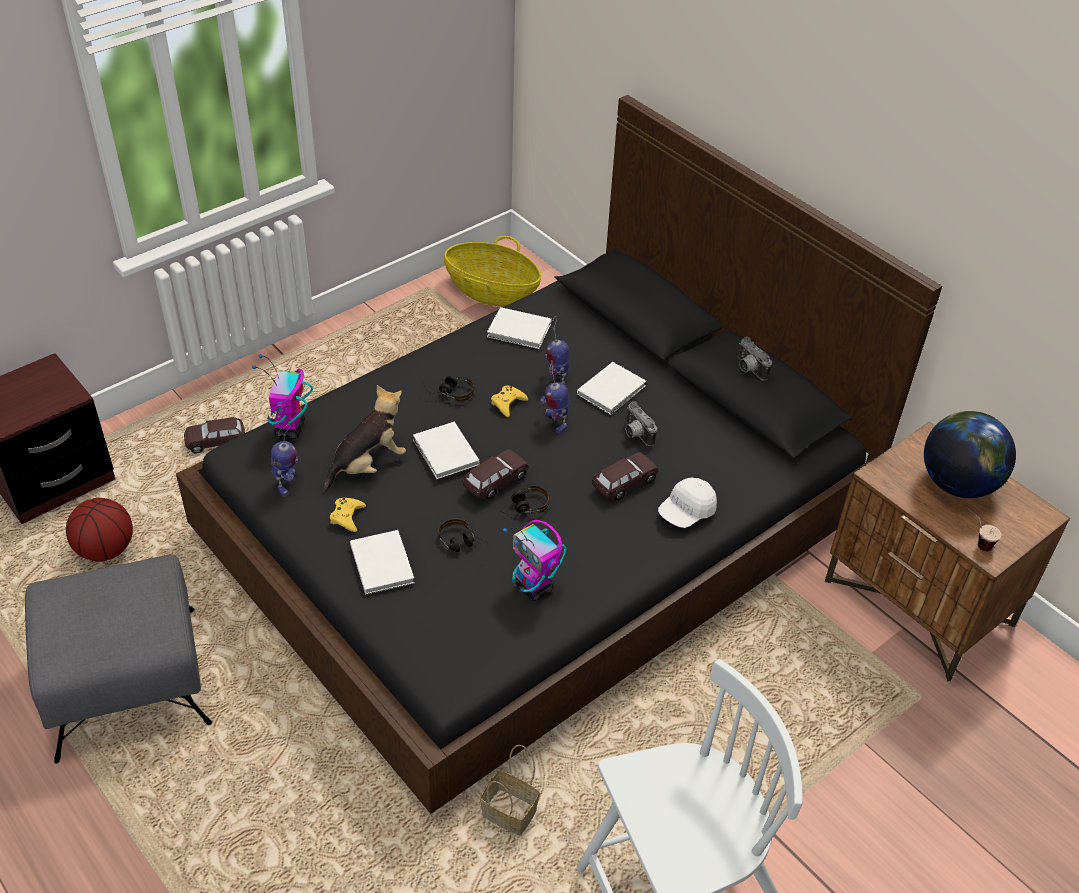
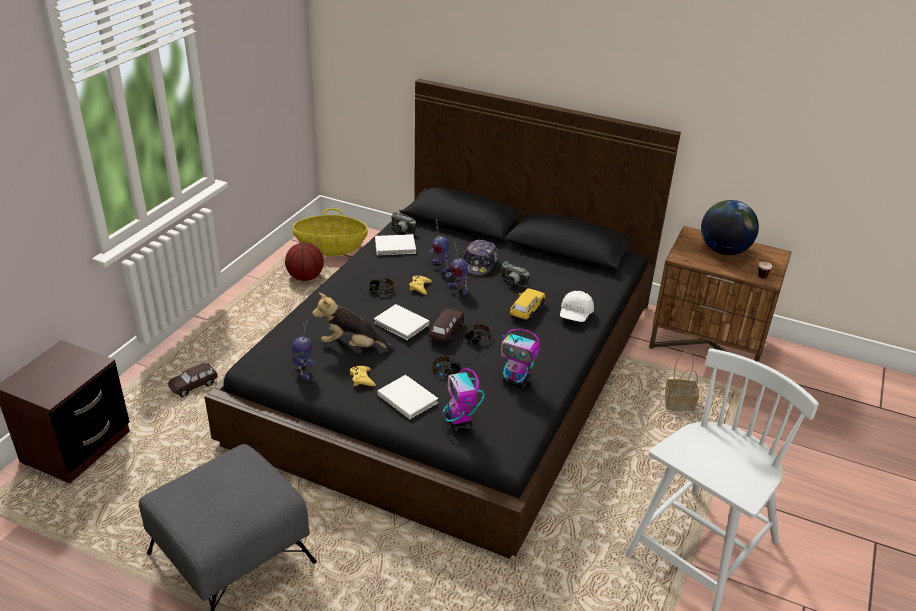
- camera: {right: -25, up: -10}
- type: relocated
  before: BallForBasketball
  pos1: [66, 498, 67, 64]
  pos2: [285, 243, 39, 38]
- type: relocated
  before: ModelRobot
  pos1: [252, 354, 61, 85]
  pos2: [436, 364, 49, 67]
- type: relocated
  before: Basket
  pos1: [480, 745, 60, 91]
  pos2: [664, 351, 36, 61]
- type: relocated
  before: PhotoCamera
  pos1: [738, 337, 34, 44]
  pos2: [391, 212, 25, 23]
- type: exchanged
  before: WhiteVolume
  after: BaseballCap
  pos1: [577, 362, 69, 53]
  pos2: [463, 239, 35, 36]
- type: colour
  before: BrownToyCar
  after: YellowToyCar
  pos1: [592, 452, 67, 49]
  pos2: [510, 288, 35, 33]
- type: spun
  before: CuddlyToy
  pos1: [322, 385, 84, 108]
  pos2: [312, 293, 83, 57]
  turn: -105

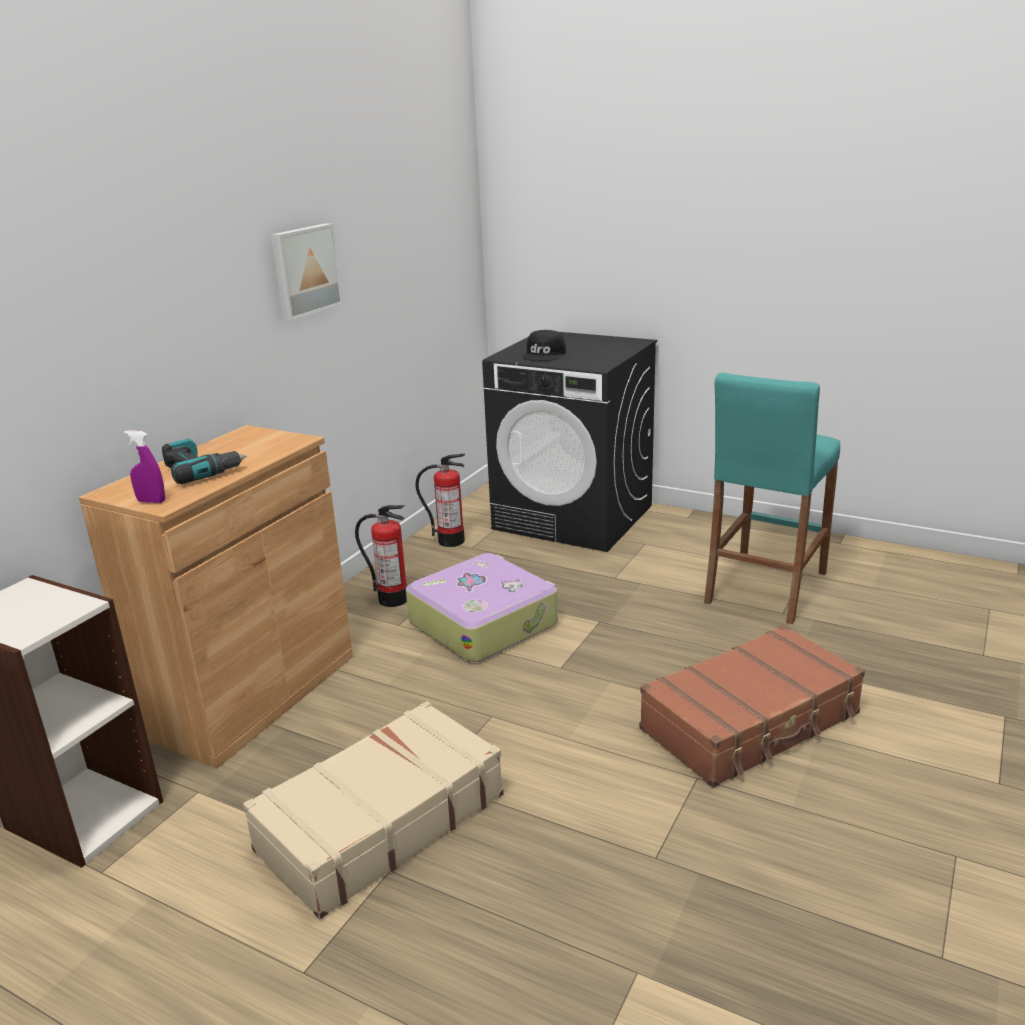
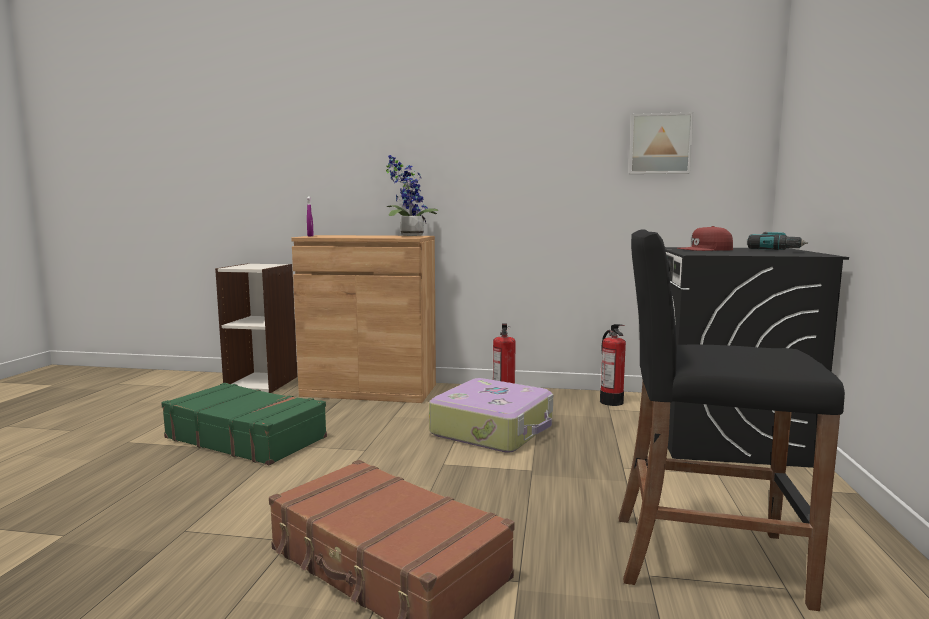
- camera: {right: 70, up: -15}
- type: appeared
  after: Houseplant
  pos2: [386, 155, 52, 81]
- type: relocated
  before: PowerDrill
  pos1: [162, 439, 85, 45]
  pos2: [747, 232, 61, 18]
- type: relocated
  before: WallArt
  pos1: [271, 223, 72, 98]
  pos2: [629, 112, 65, 62]
- type: colour
  before: BeigePieceOfLuggage
  after: GreenColouredPieceOfLuggage
  pos1: [243, 701, 261, 218]
  pos2: [161, 383, 166, 82]
- type: colour
  before: BlackBaseballCap
  after: RedBaseballCap
  pos1: [522, 330, 44, 31]
  pos2: [678, 226, 55, 25]
- type: colour
  before: BlueGreenStoolSeat
  after: BlackStoolSeat
  pos1: [704, 373, 136, 251]
  pos2: [619, 229, 226, 382]

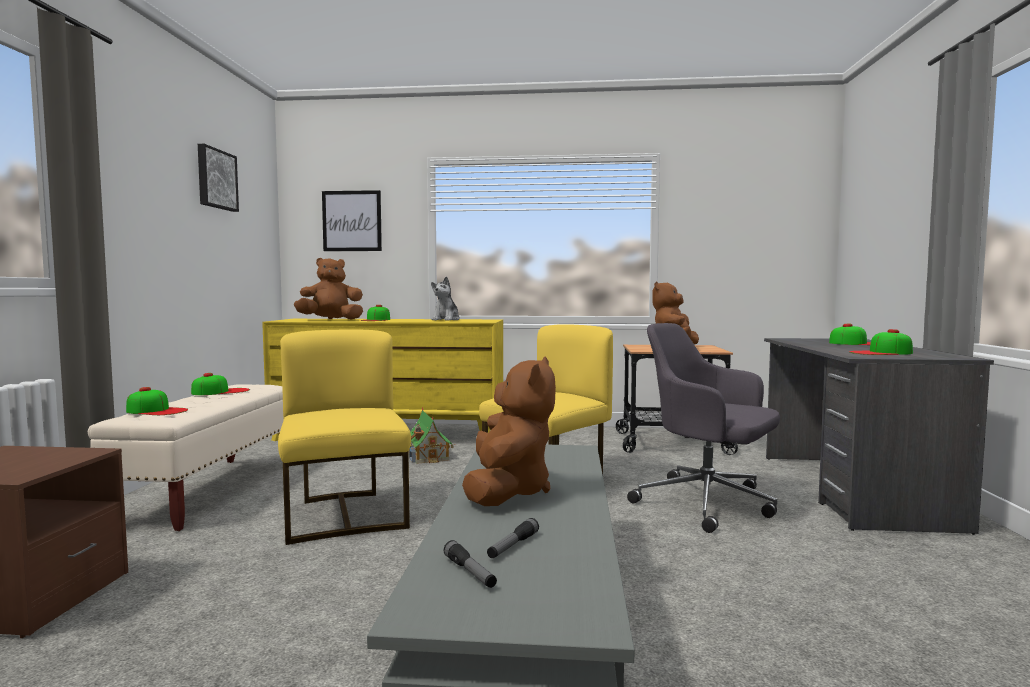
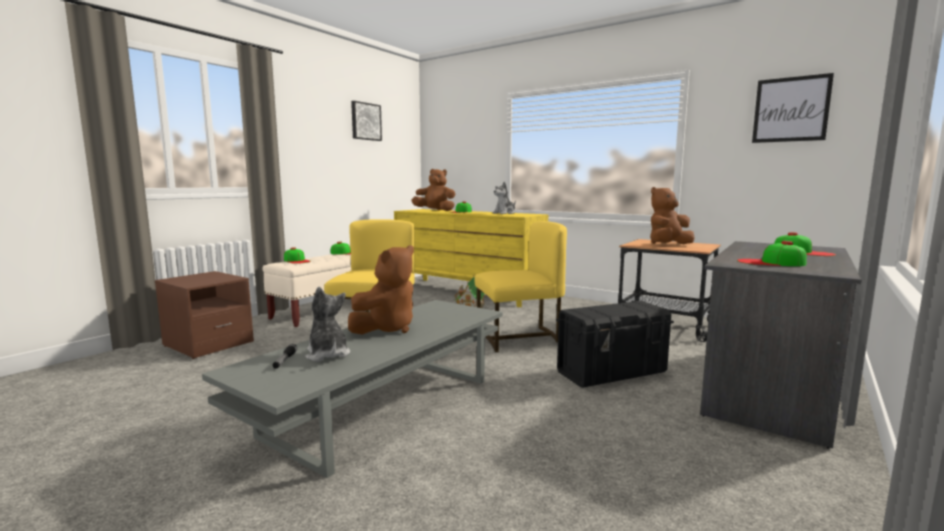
- camera: {right: 30, up: 5}
- type: relocated
  before: WallArt
  pos1: [322, 190, 60, 61]
  pos2: [752, 73, 82, 70]
- type: exchanged
  before: Flashlight
  after: CuddlyToy
  pos1: [487, 518, 52, 40]
  pos2: [305, 287, 45, 75]
- type: exchanged
  before: GreyishOfficeChair
  after: BlackStorageBox
  pos1: [627, 323, 153, 210]
  pos2: [556, 301, 118, 87]

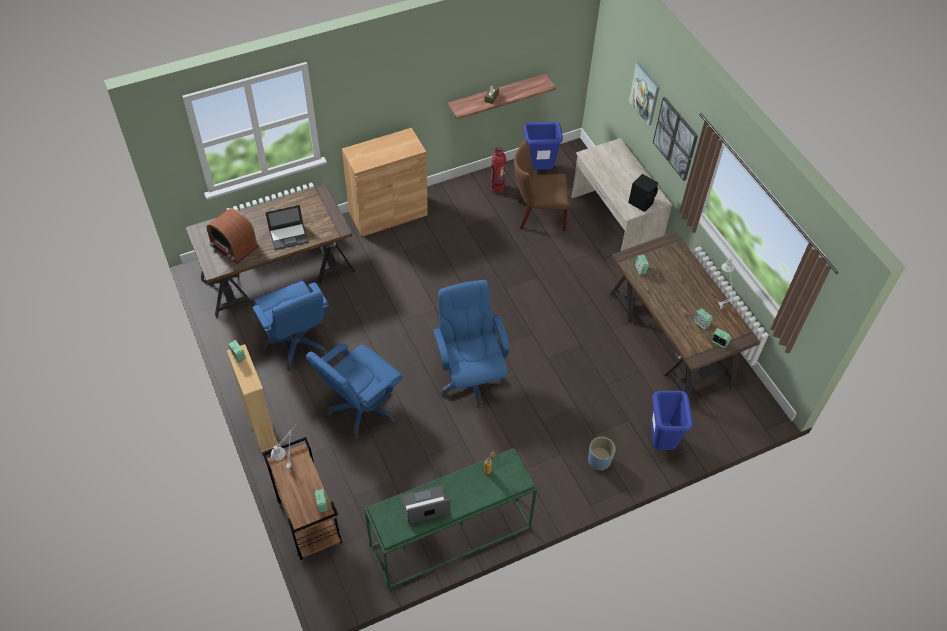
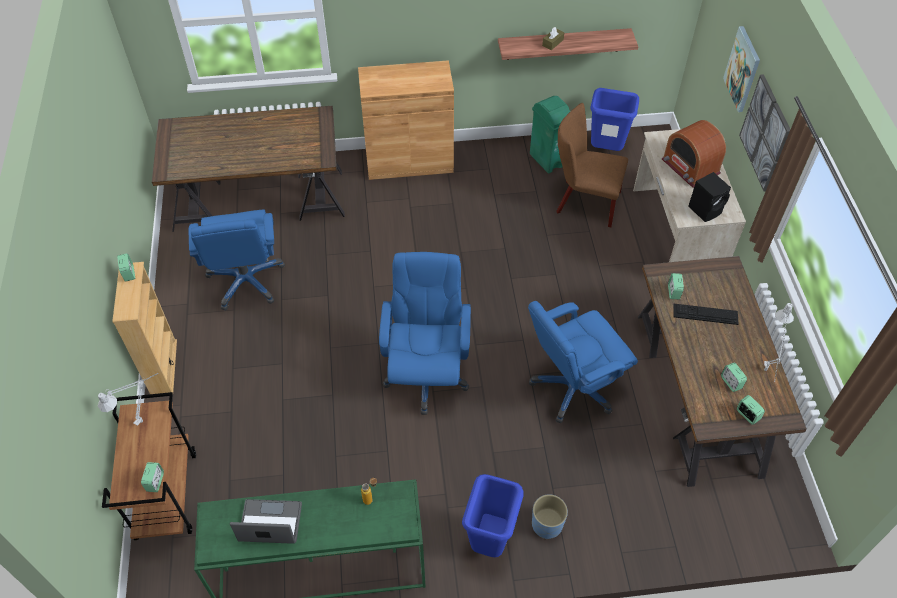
- camera: {right: 20, up: 0}
- type: missing
  before: Laptop
  pos1: [265, 205, 43, 45]
- type: appeared
  after: ComputerKeyboard
  pos2: [673, 304, 66, 21]
- type: relocated
  before: RadioReceiver
  pos1: [207, 208, 52, 56]
  pos2: [662, 120, 64, 68]
- type: relocated
  before: BlueOfficeChair
  pos1: [306, 344, 97, 95]
  pos2: [528, 301, 110, 122]
- type: relocated
  before: BlueWasteBin
  pos1: [651, 391, 42, 59]
  pos2: [462, 474, 62, 83]
- type: exchanged
  before: FireExtinguisher
  after: GreenColouredWasteBin
  pos1: [490, 147, 16, 46]
  pos2: [530, 96, 40, 78]

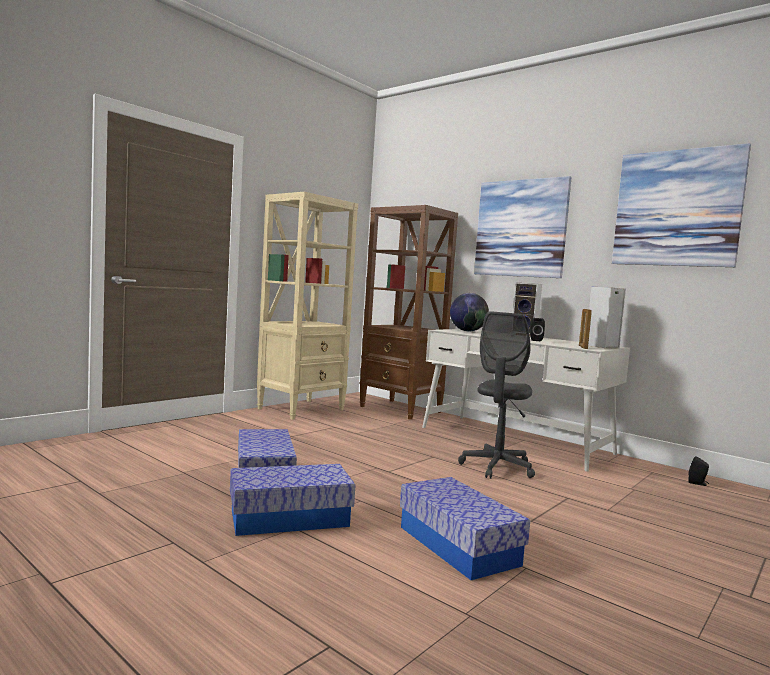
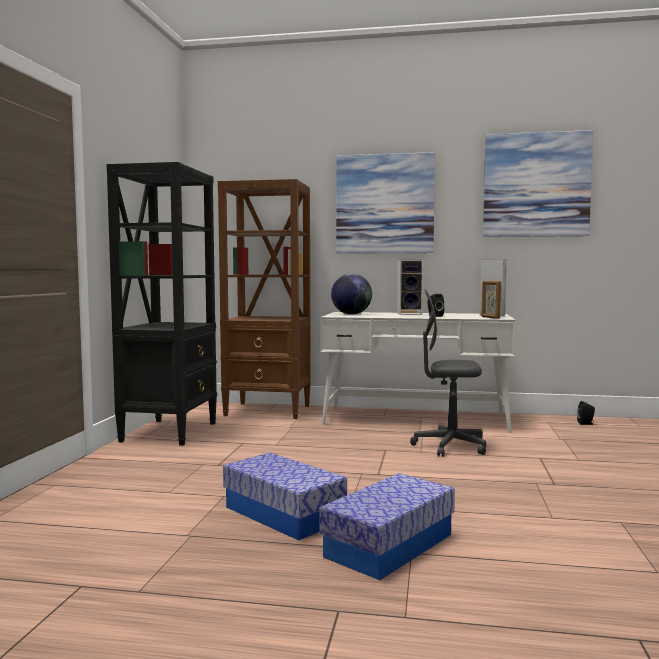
- camera: {right: -30, up: 0}
- type: missing
  before: StorageBox
  pos1: [400, 477, 130, 103]
- type: colour
  before: BeigeBookshelf
  after: BlackBookshelf
  pos1: [257, 192, 101, 228]
  pos2: [107, 162, 110, 284]
- type: spun
  before: GreyishOfficeChair
  pos1: [458, 311, 77, 168]
  pos2: [410, 289, 76, 168]
  turn: 105

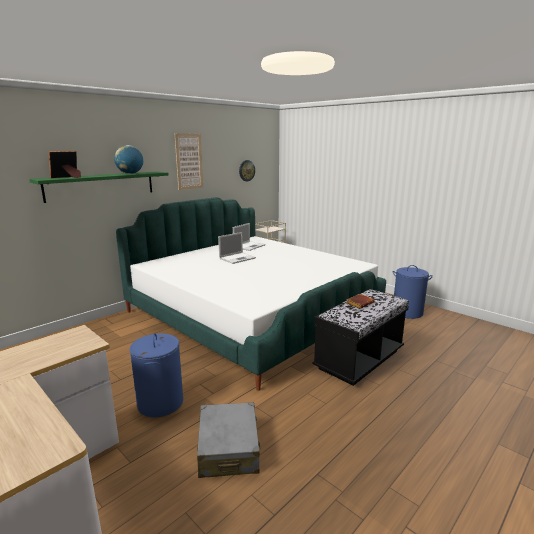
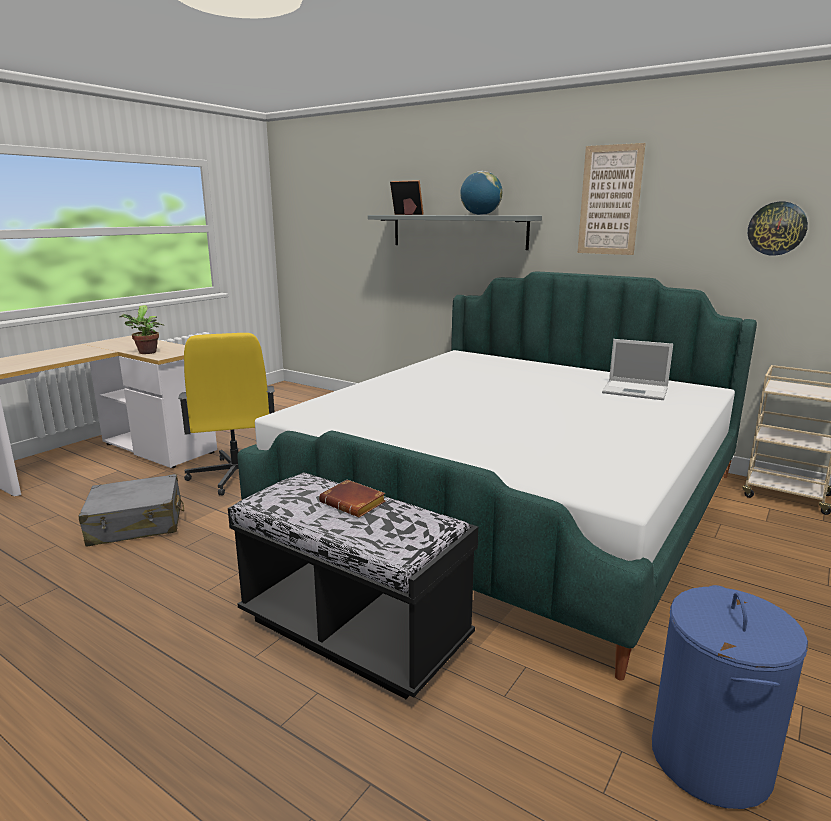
- camera: {right: 80, up: 0}
- type: missing
  before: Laptop
  pos1: [218, 232, 38, 32]
- type: appeared
  after: Houseplant
  pos2: [119, 305, 45, 49]
- type: exchanged
  before: BlueHamper
  after: YellowOfficeChair
  pos1: [130, 333, 53, 84]
  pos2: [178, 333, 97, 163]
- type: colour
  before: GreenColouredShelf
  after: GreyishShelf
  pos1: [29, 171, 140, 32]
  pos2: [368, 215, 174, 35]

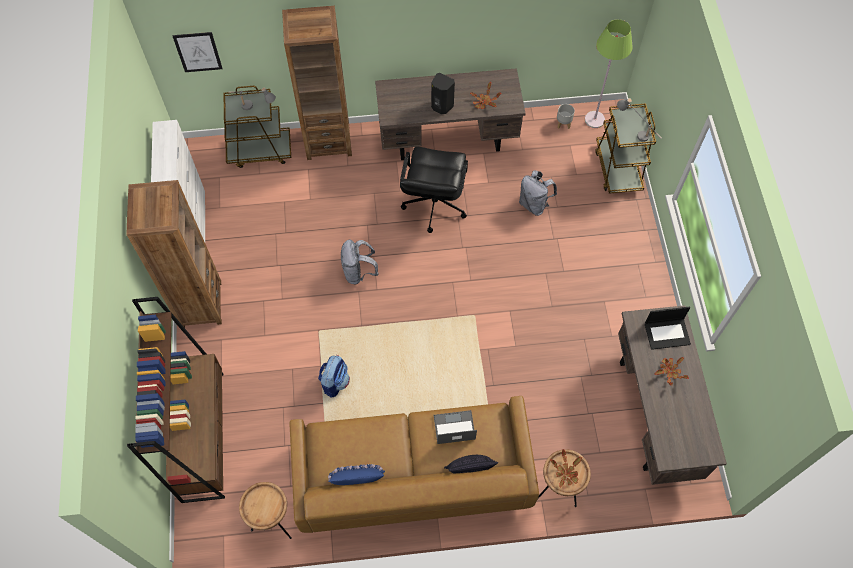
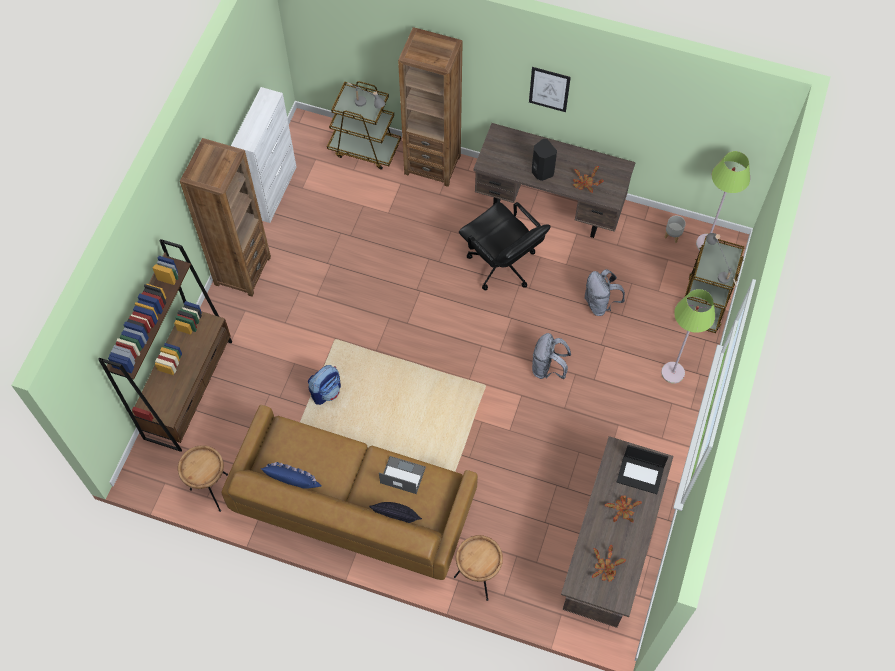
- camera: {right: 25, up: 0}
- type: appeared
  after: GreenColouredStandingLamp
  pos2: [661, 289, 54, 95]
- type: relocated
  before: WallArt
  pos1: [172, 32, 50, 40]
  pos2: [529, 67, 42, 45]
- type: relocated
  before: GreyishRucksack
  pos1: [341, 240, 38, 44]
  pos2: [532, 333, 39, 46]
- type: relocated
  before: Houseplant
  pos1: [550, 449, 32, 38]
  pos2: [592, 545, 34, 37]
- type: spun
  before: BlackOfficeChair
  pos1: [400, 147, 68, 86]
  pos2: [459, 202, 92, 88]
  turn: -75

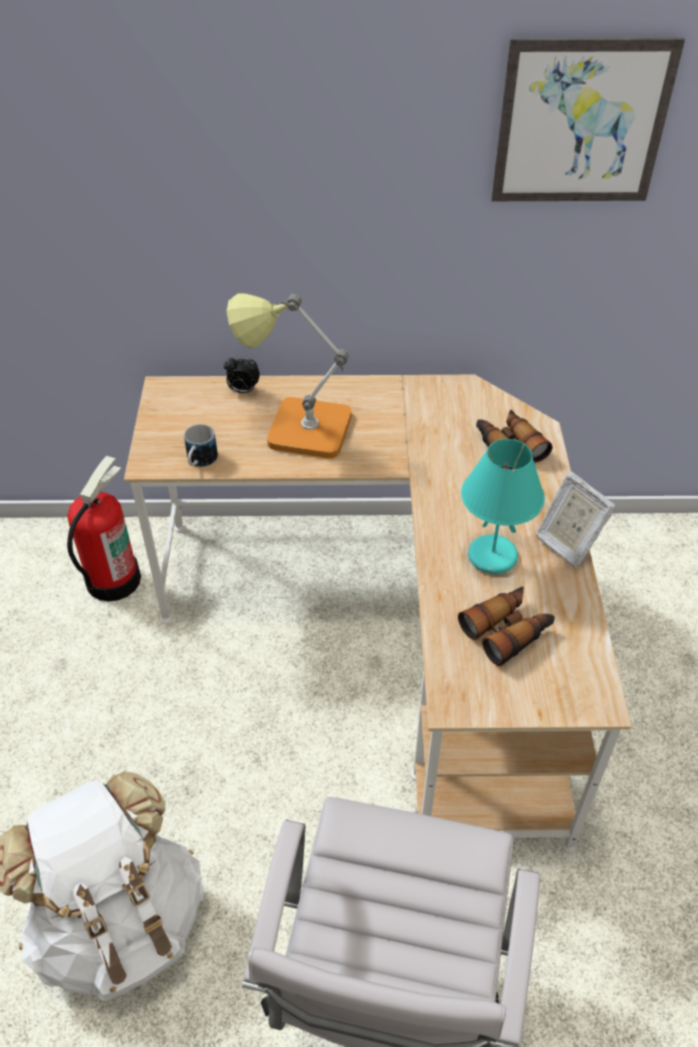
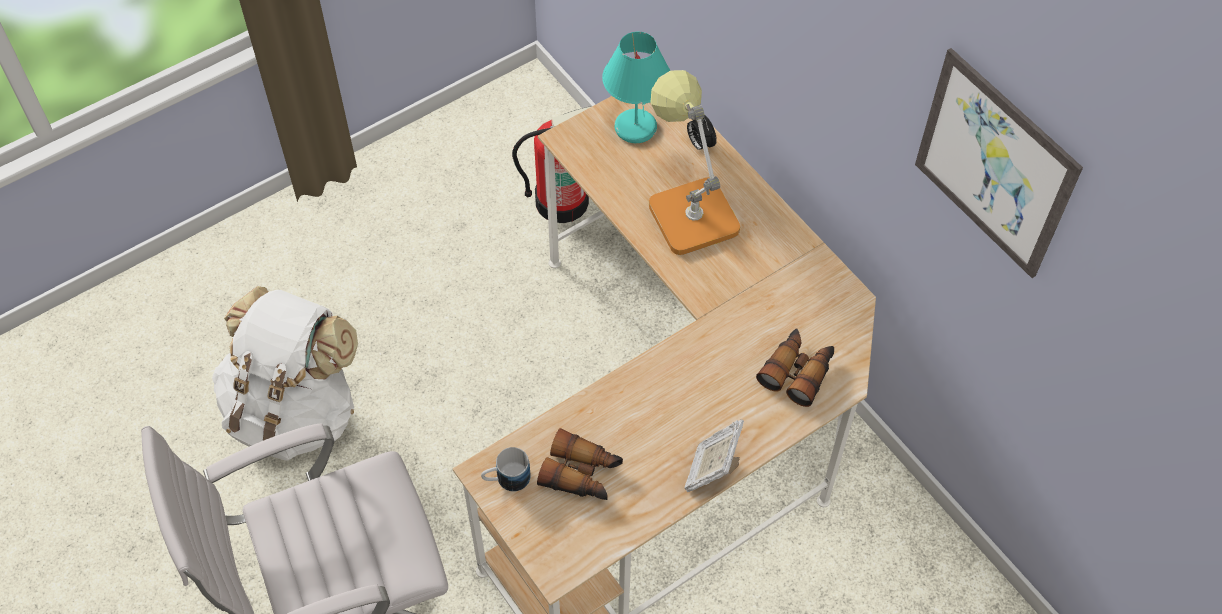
- camera: {right: 55, up: 10}
- type: relocated
  before: TeaMug
  pos1: [184, 424, 34, 43]
  pos2: [481, 447, 50, 44]
- type: relocated
  before: BlueGreenTabletopLamp
  pos1: [461, 439, 84, 135]
  pos2: [602, 32, 68, 111]

